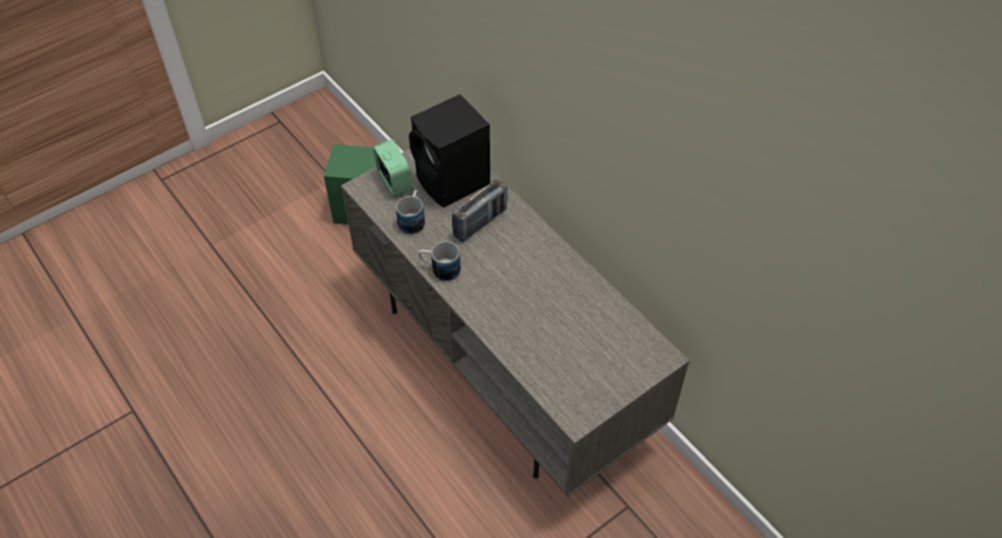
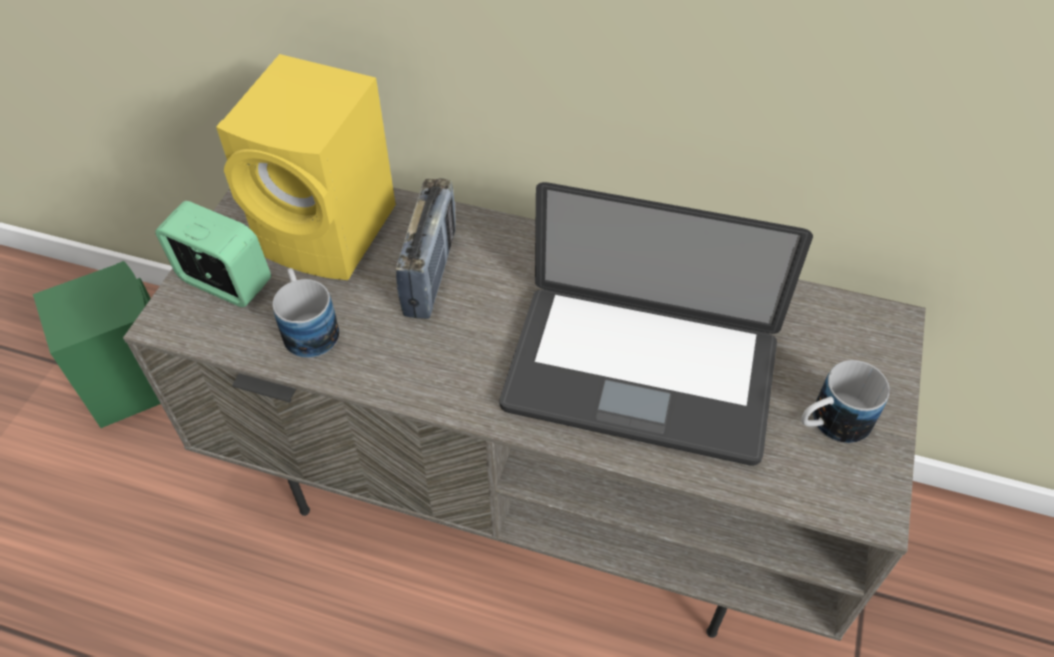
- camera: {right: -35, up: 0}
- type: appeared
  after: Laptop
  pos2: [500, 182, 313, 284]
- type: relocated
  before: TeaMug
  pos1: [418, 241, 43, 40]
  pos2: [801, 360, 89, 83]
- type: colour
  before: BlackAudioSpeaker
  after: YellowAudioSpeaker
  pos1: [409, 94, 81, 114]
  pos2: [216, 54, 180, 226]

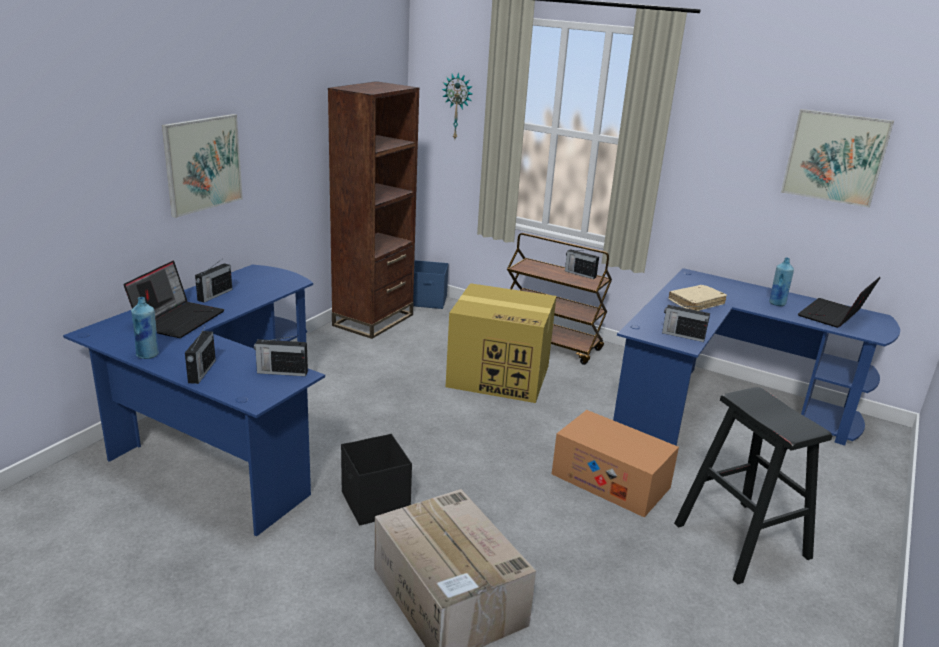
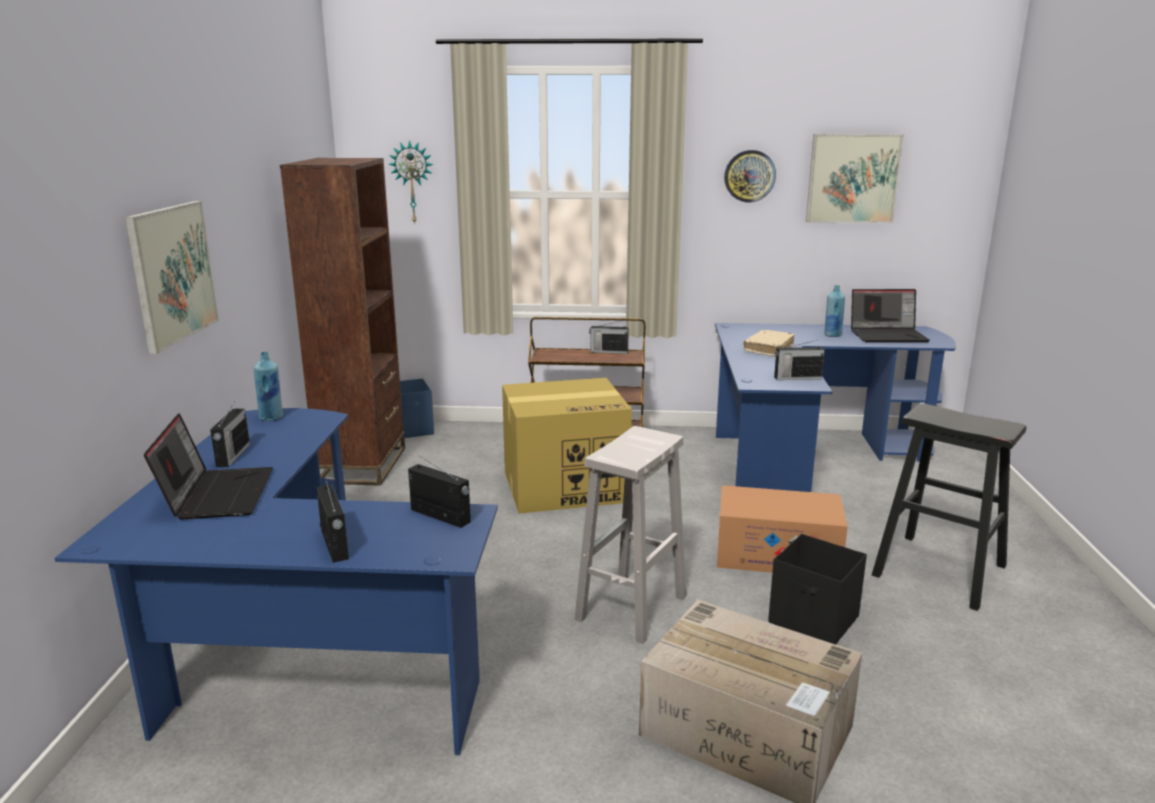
- camera: {right: -25, up: -5}
- type: appeared
  after: WhiteStoolSeat
  pos2: [575, 426, 111, 218]
- type: appeared
  after: WallClock
  pos2: [724, 150, 52, 52]
- type: relocated
  before: BlueBeverageBottle
  pos1: [131, 297, 28, 62]
  pos2: [253, 352, 30, 69]
- type: relocated
  before: BlackStorageBox
  pos1: [341, 434, 71, 91]
  pos2: [768, 534, 99, 110]
- type: spun
  before: RadioReceiver
  pos1: [254, 335, 54, 41]
  pos2: [408, 456, 63, 72]
  turn: -120
- type: spun
  before: Laptop
  pos1: [798, 277, 82, 51]
  pos2: [851, 289, 79, 53]
  turn: -105

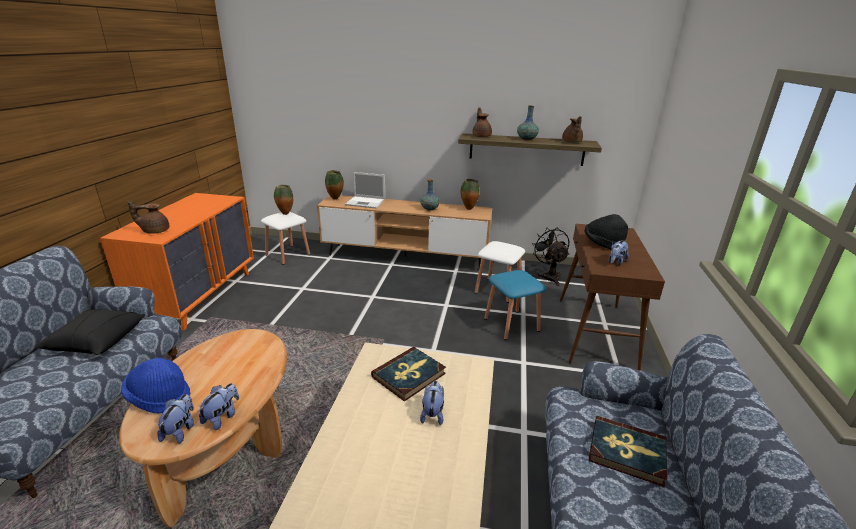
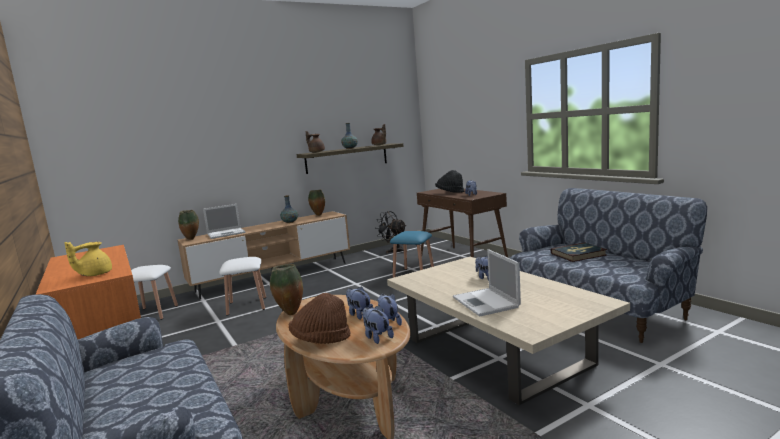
- camera: {right: -40, up: -15}
- type: missing
  before: BlackPillow
  pos1: [35, 309, 110, 46]
- type: missing
  before: Volume
  pos1: [371, 347, 75, 55]
- type: appeared
  after: CuddlyToy
  pos2: [346, 286, 28, 34]
- type: appeared
  after: Laptop
  pos2: [453, 249, 68, 68]
- type: relocated
  before: Vase
  pos1: [274, 185, 19, 30]
  pos2: [270, 264, 33, 51]
- type: relocated
  before: WhiteStoolSeat
  pos1: [475, 241, 50, 62]
  pos2: [219, 257, 47, 59]
- type: colour
  before: BlueClothingHat
  after: BrownClothingHat
  pos1: [121, 358, 69, 55]
  pos2: [289, 293, 62, 51]
- type: colour
  before: BrownTeaPot
  after: YellowTeaPot
  pos1: [127, 201, 42, 33]
  pos2: [64, 242, 48, 34]

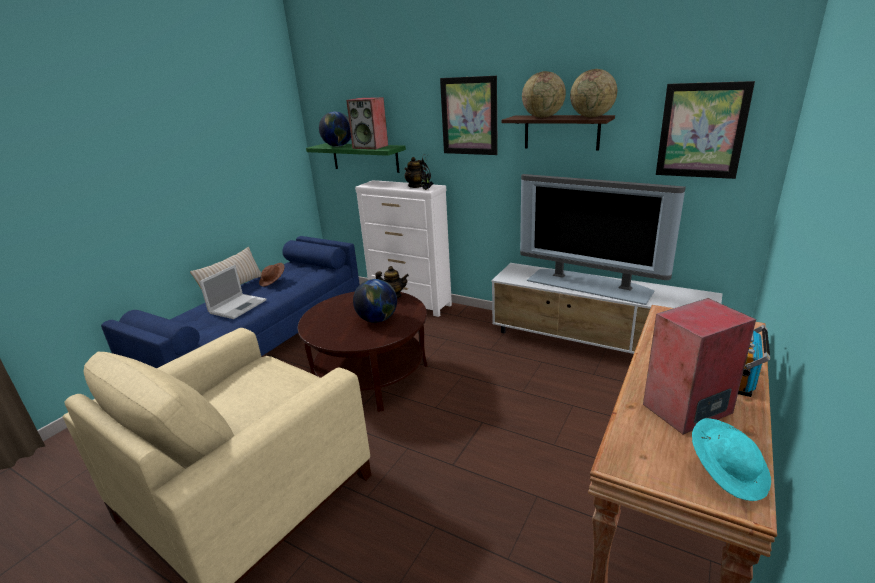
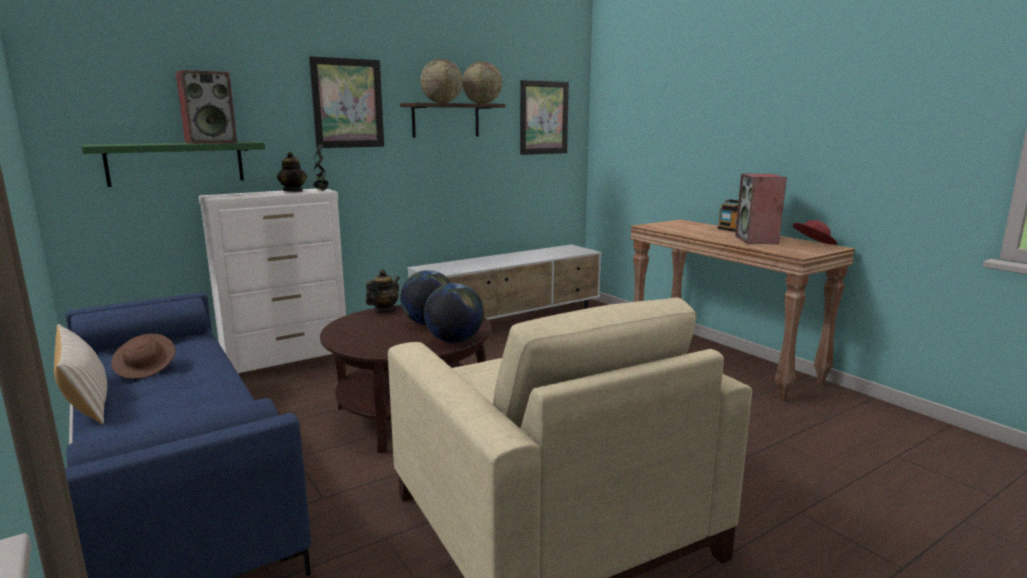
- camera: {right: -65, up: -10}
- type: missing
  before: Laptop
  pos1: [199, 265, 68, 54]
- type: missing
  before: Television
  pos1: [520, 174, 166, 131]
- type: relocated
  before: Globe
  pos1: [319, 111, 32, 36]
  pos2: [424, 283, 60, 60]
- type: colour
  before: BlueGreenClothingHat
  after: RedClothingHat
  pos1: [692, 418, 79, 83]
  pos2: [793, 220, 44, 25]

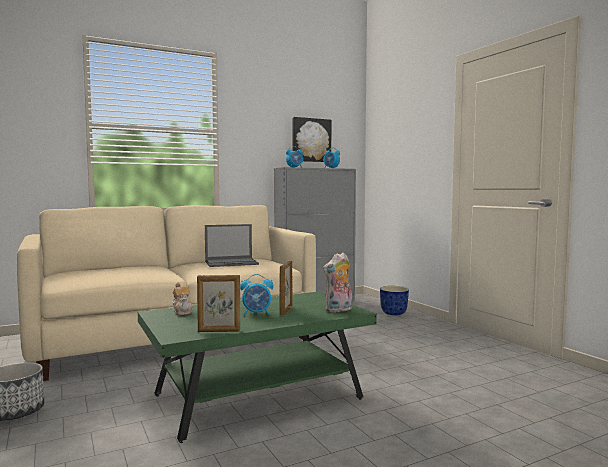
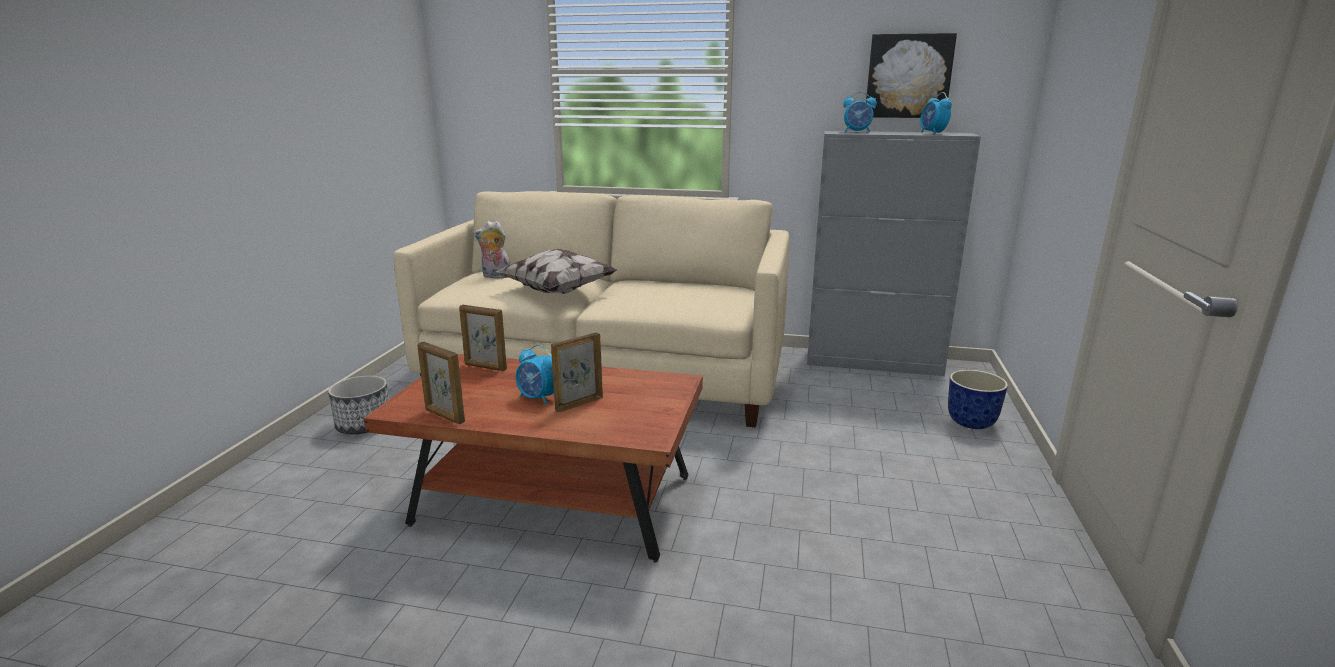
- camera: {right: 40, up: 15}
- type: missing
  before: Laptop
  pos1: [205, 224, 54, 43]
- type: appeared
  after: Pillow
  pos2: [495, 248, 121, 46]
- type: relocated
  before: CuddlyToy
  pos1: [323, 253, 29, 60]
  pos2: [474, 221, 36, 57]
- type: exchanged
  before: TeaPot
  after: PhotoFrame
  pos1: [173, 282, 19, 33]
  pos2: [459, 305, 48, 66]
- type: colour
  before: GreenColouredLowTable
  after: BrownLowTable
  pos1: [138, 292, 239, 151]
  pos2: [364, 354, 339, 208]

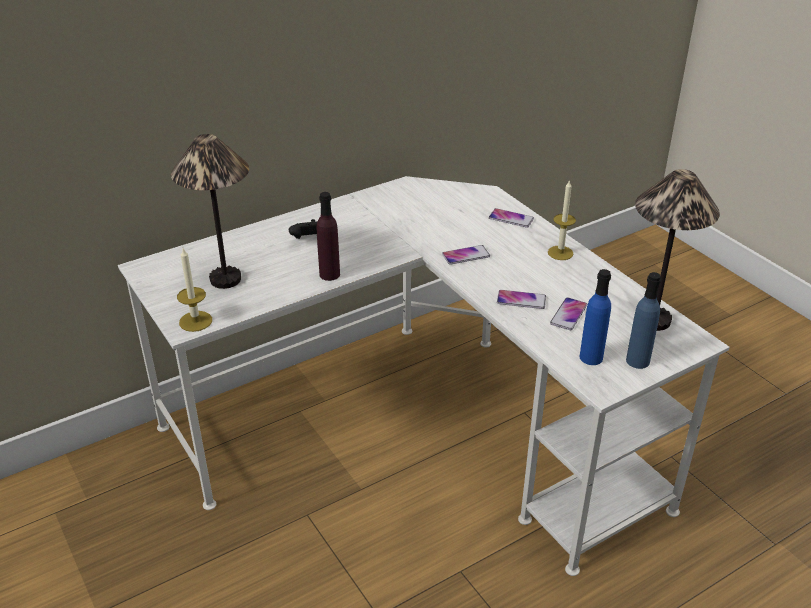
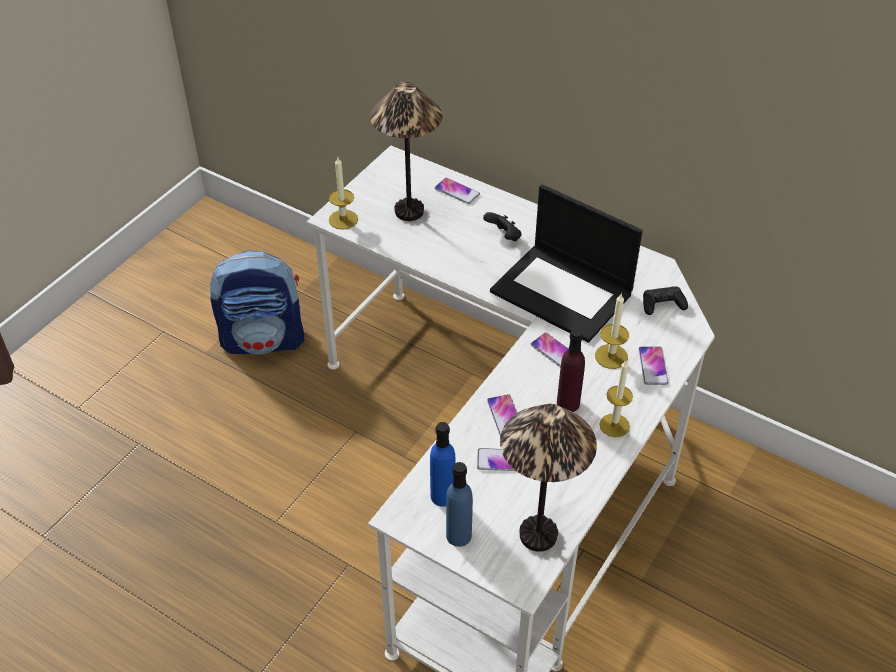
- camera: {right: 65, up: 10}
- type: appeared
  after: Rucksack
  pos2: [210, 251, 94, 104]
- type: appeared
  after: Telephone
  pos2: [435, 178, 45, 26]
- type: appeared
  after: Laptop
  pos2: [490, 184, 153, 159]
- type: appeared
  after: Candle
  pos2: [595, 294, 34, 75]
- type: appeared
  after: BlackGameController
  pos2: [643, 286, 45, 29]
- type: relocated
  before: PurpleColouredBeverageBottle
  pos1: [317, 192, 23, 89]
  pos2: [557, 328, 28, 84]

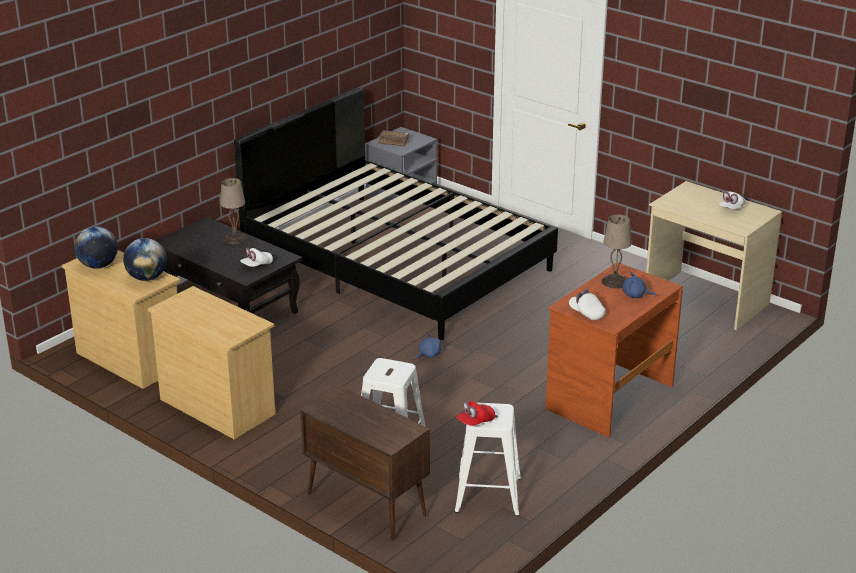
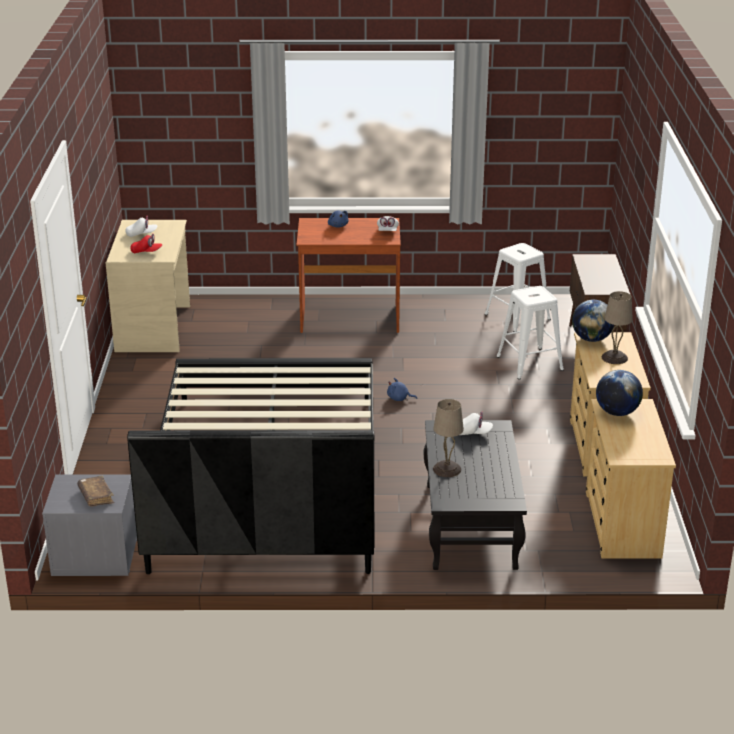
- camera: {right: -130, up: 0}
- type: relocated
  before: Globe
  pos1: [75, 226, 43, 43]
  pos2: [572, 300, 42, 42]
- type: relocated
  before: RedBaseballCap
  pos1: [456, 401, 39, 25]
  pos2: [130, 234, 33, 19]
- type: relocated
  before: BeigeTabletopLamp
  pos1: [602, 215, 30, 74]
  pos2: [602, 291, 31, 73]

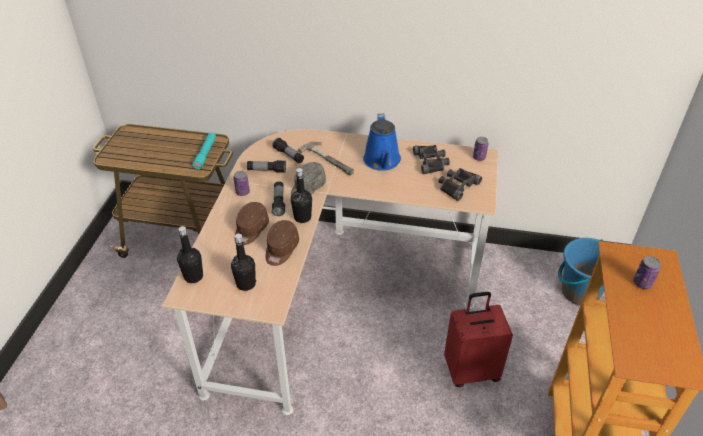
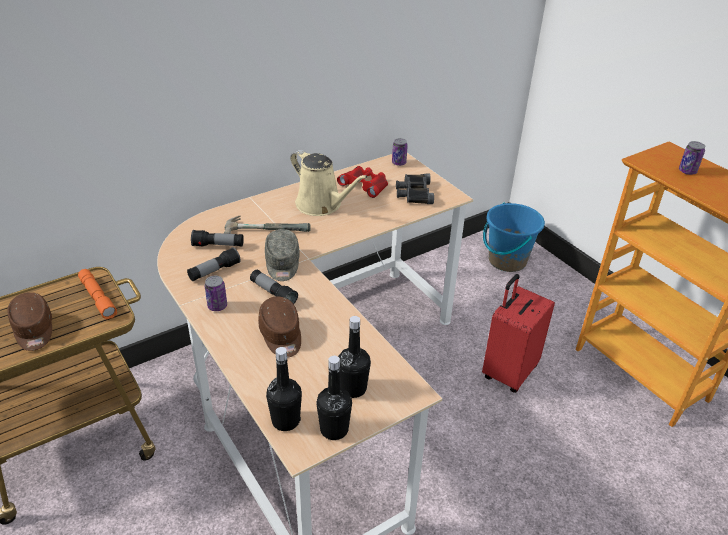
- camera: {right: -45, up: -5}
- type: relocated
  before: BrownBaseballCap
  pos1: [266, 220, 33, 46]
  pos2: [7, 292, 45, 59]
- type: relocated
  before: BlackBeverageBottle
  pos1: [291, 168, 21, 55]
  pos2: [316, 356, 36, 84]
- type: colour
  before: BlueGreenFlashlight
  after: OrangeyFlashlight
  pos1: [193, 133, 23, 37]
  pos2: [78, 269, 39, 50]
- type: colour
  before: BlueWateringCan
  after: BeigeWateringCan
  pos1: [363, 113, 38, 58]
  pos2: [291, 150, 77, 66]
- type: colour
  before: BlackBinoculars
  after: RedBinoculars
  pos1: [413, 145, 37, 29]
  pos2: [337, 166, 51, 32]

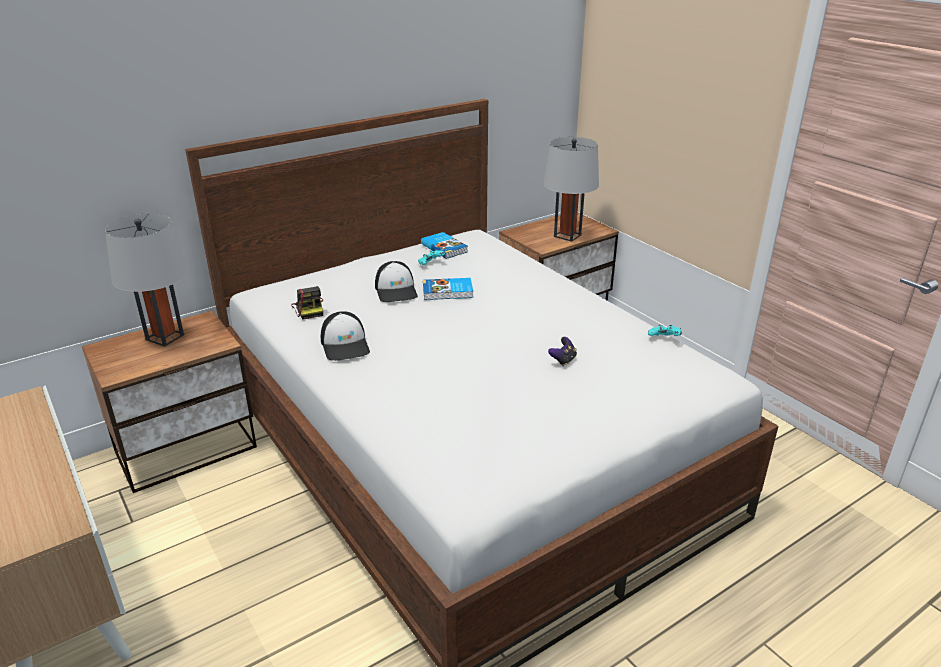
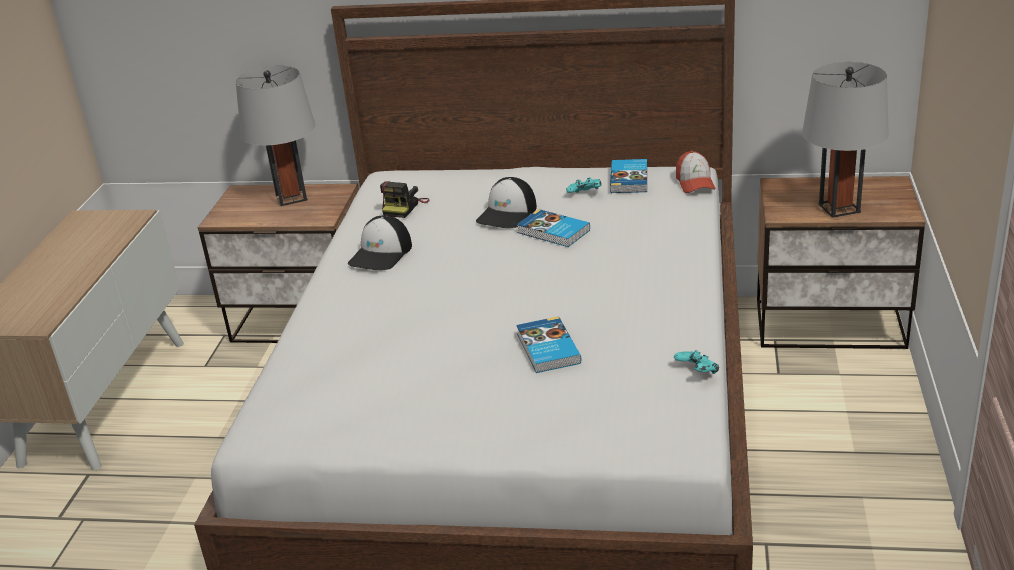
- camera: {right: 45, up: 0}
- type: appeared
  after: BaseballCap
  pos2: [676, 151, 40, 42]
- type: exchanged
  before: GameController
  after: Volume
  pos1: [548, 337, 29, 29]
  pos2: [517, 316, 64, 57]

